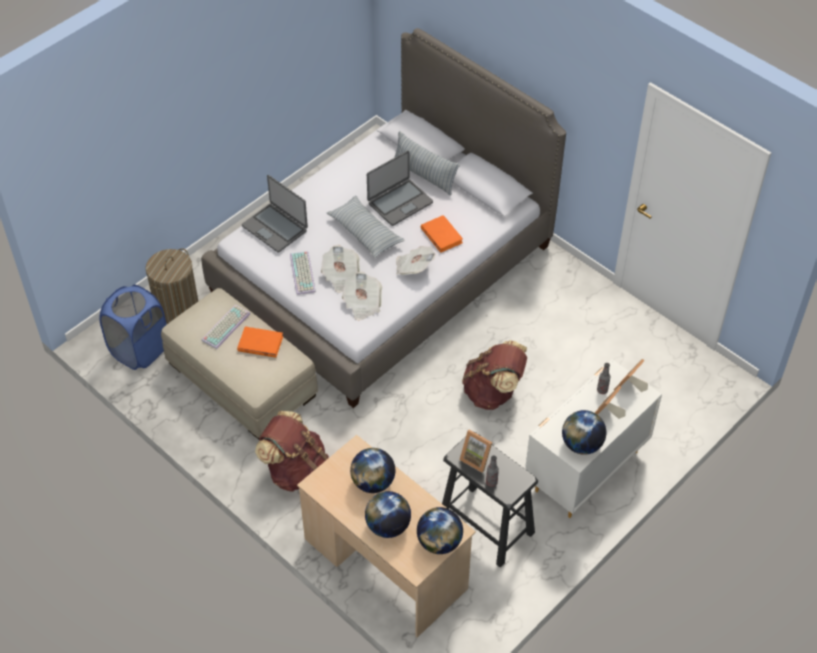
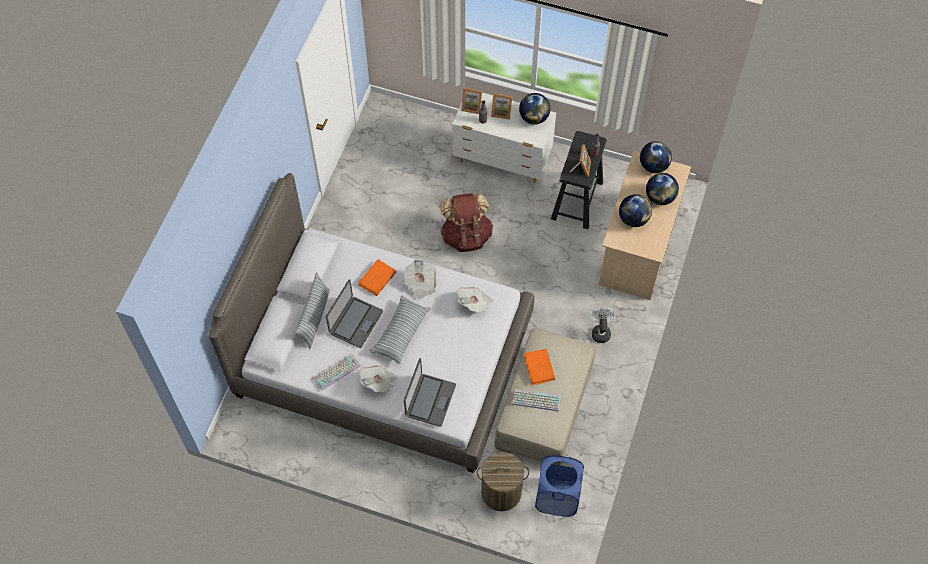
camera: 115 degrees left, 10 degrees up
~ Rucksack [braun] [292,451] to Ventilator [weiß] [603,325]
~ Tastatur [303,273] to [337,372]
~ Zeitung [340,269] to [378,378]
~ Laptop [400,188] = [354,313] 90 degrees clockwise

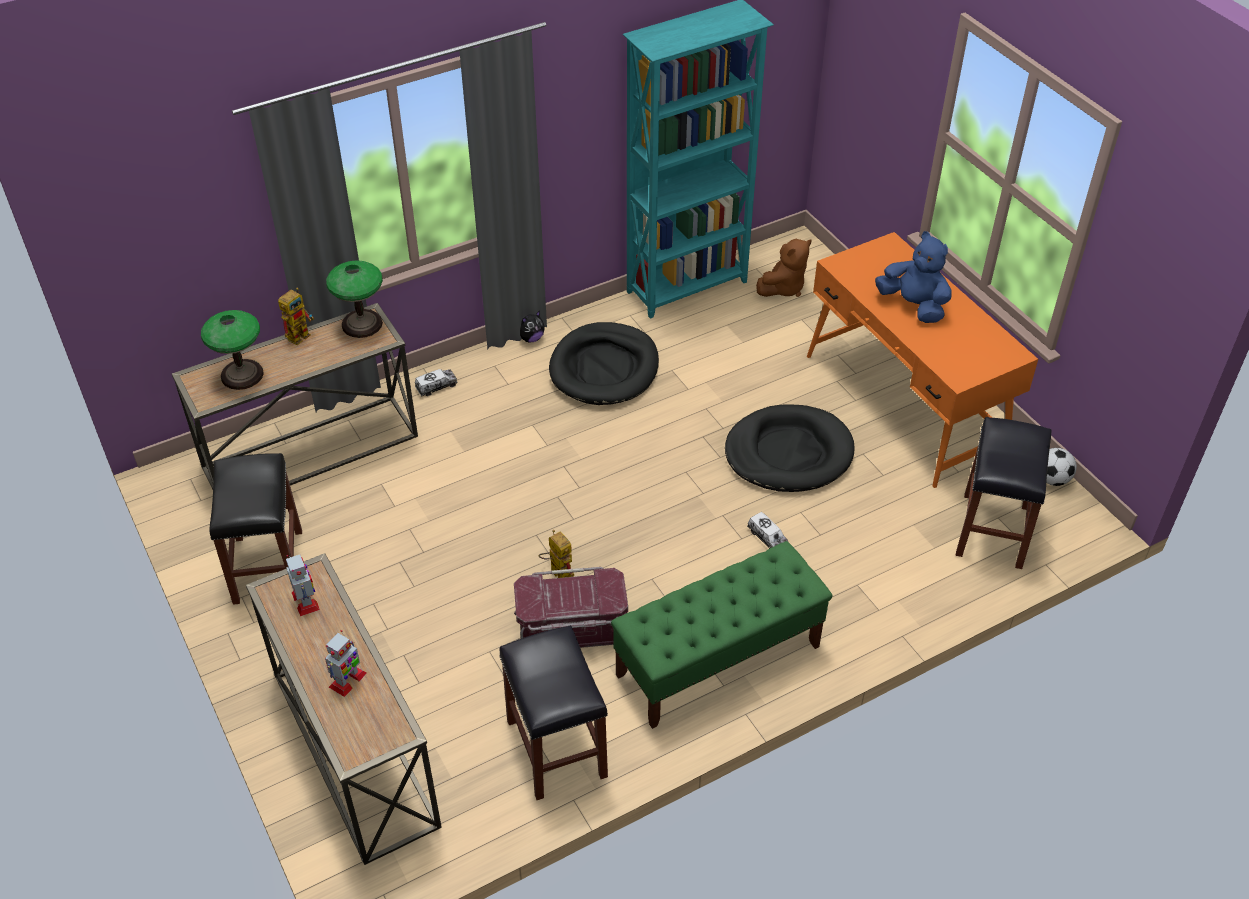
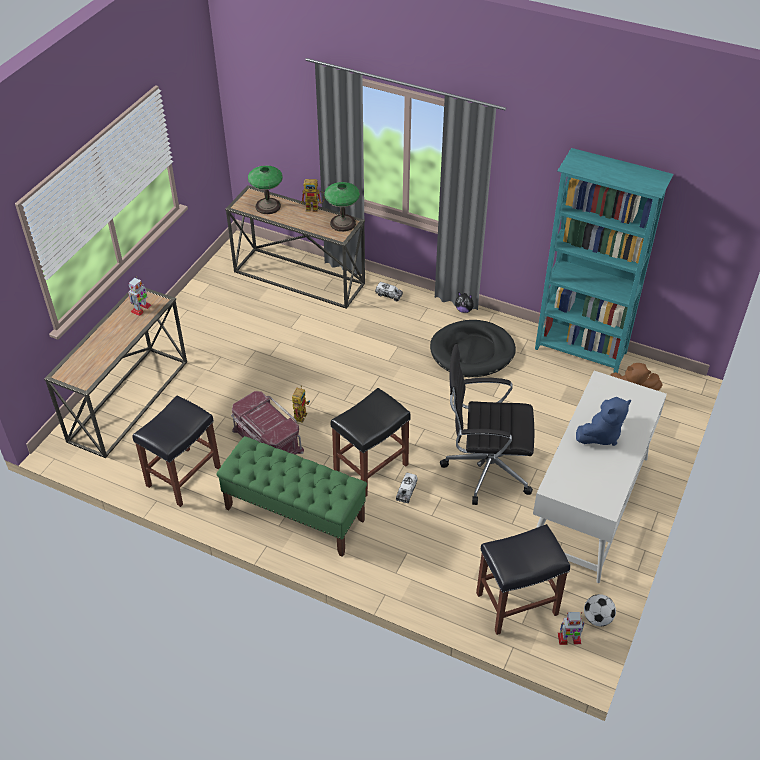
camera: 55 degrees right, 0 degrees up
~ Hocker [schwarz] [255,529] to [371,442]
~ Spielzeugroboter [346,663] to [571,628]
~ Hundebett [schwarz] [790,448] to Bürostuhl [schwarz] [487,424]
~ Schreibtisch [orange] [922,360] to Schreibtisch [weiß] [600,477]
~ Plüschtier [blau] [913,277] = [603,421] 45 degrees clockwise

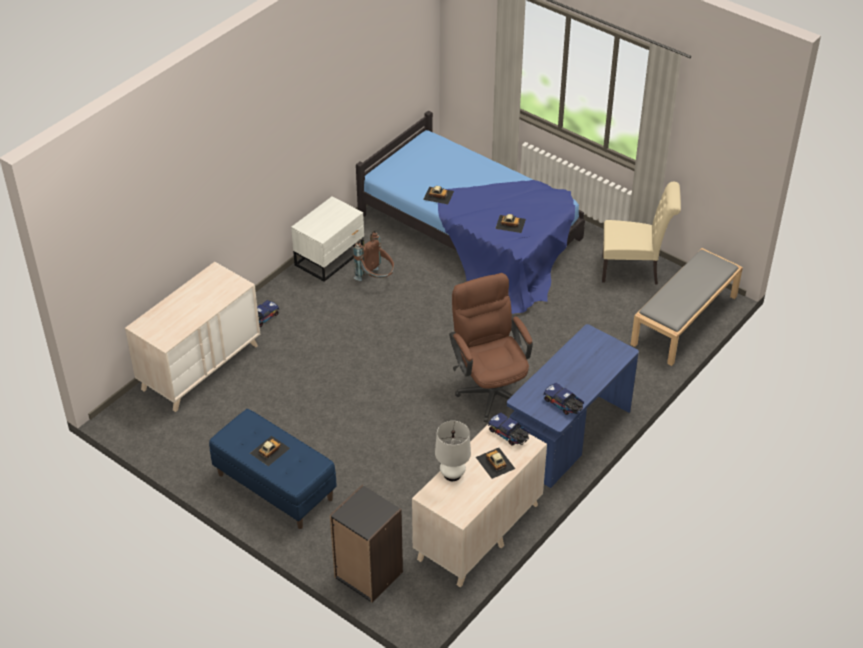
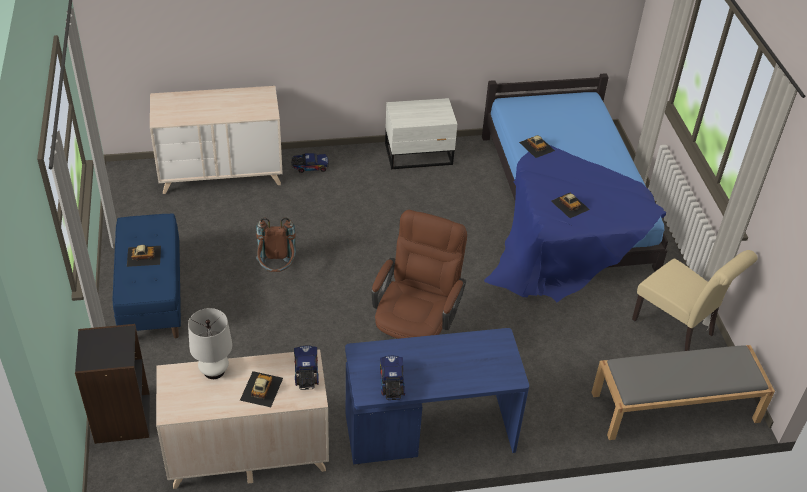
camera: 40 degrees right, 0 degrees up
~ Rucksack [braun] [374,256] to [276,244]

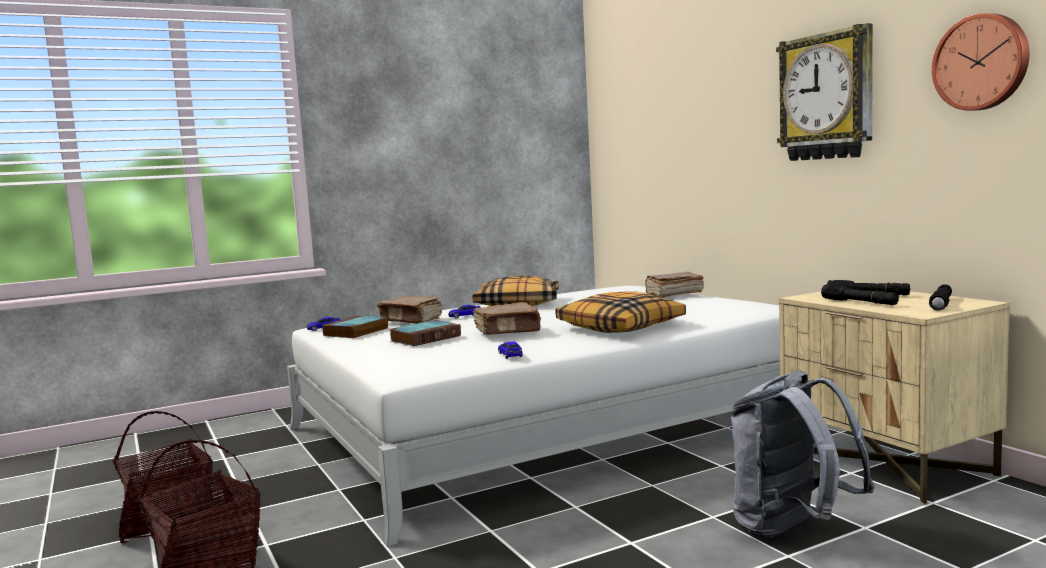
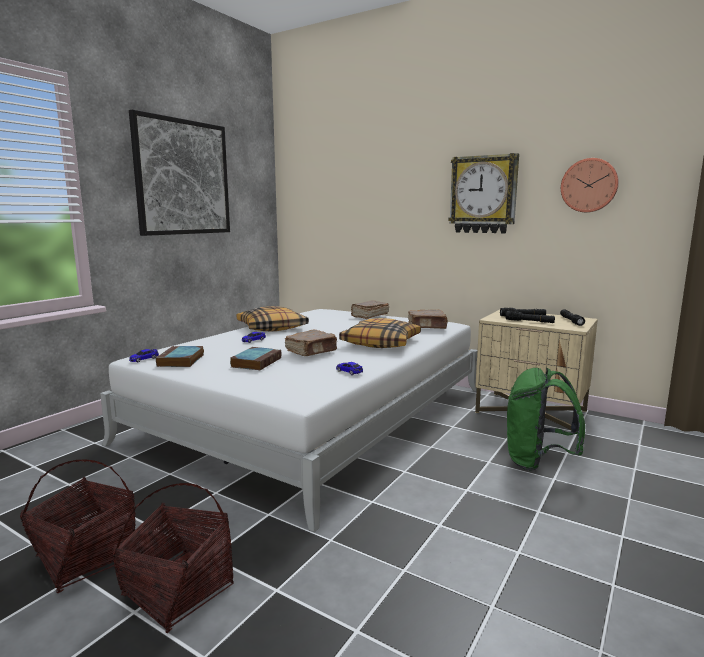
camera: 30 degrees left, 5 degrees up
~ Buch [braun] [409,310] to [428,319]
~ Rucksack [grau] [802,454] to Rucksack [grün] [546,419]
+ Bild [179,172]

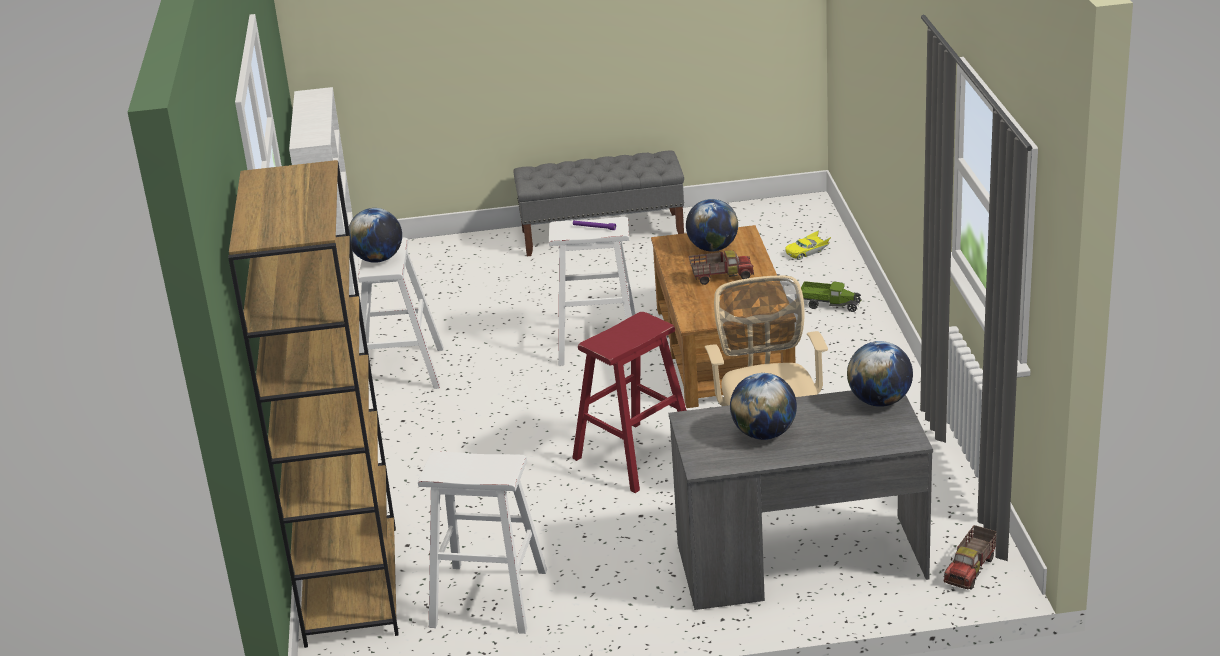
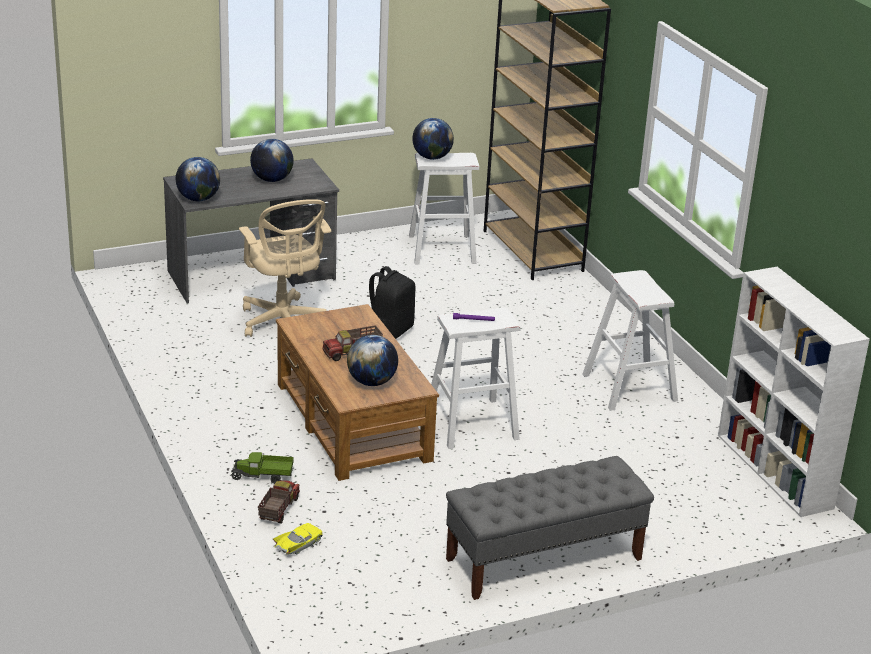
camera: 160 degrees right, 0 degrees up
~ Globus [375,235] to [433,139]
~ Hocker [rot] [629,402] to Rucksack [schwarz] [392,302]
~ Spielzeuglaster [970,557] to [279,501]

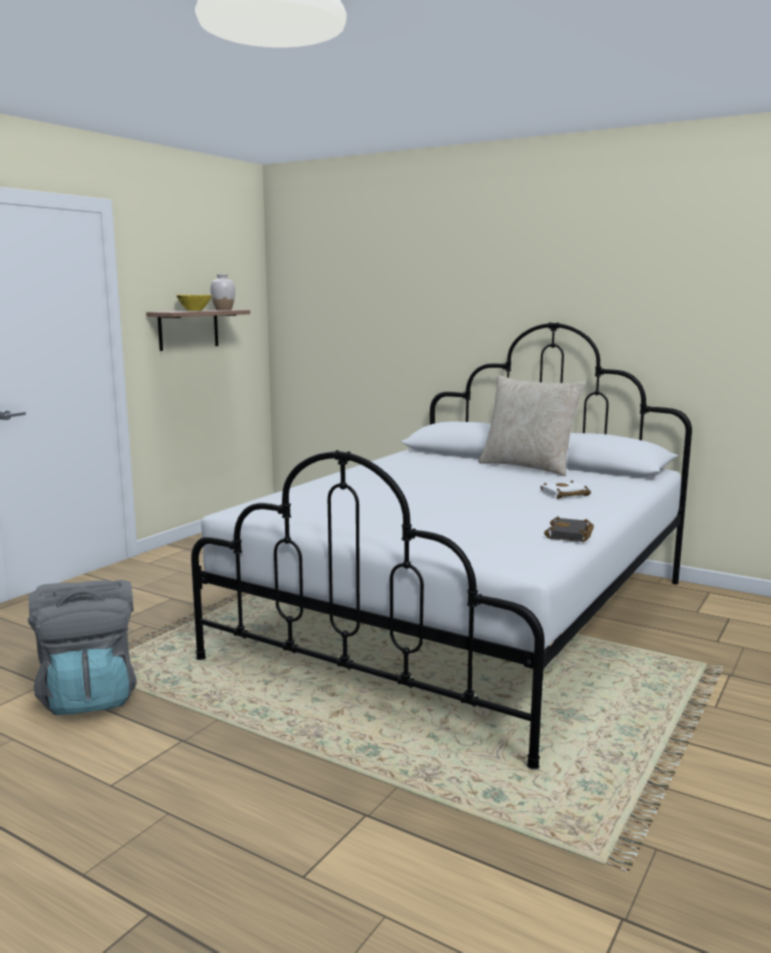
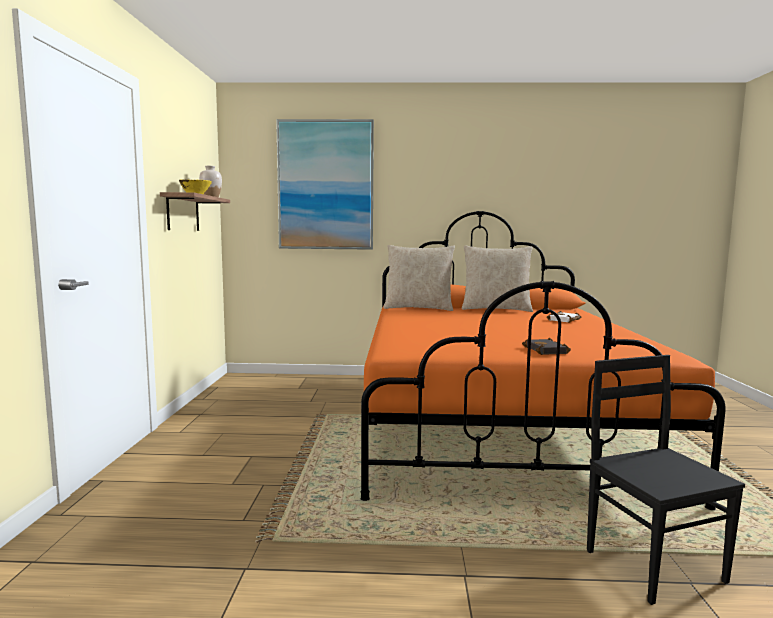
camera: 30 degrees left, 5 degrees down
- Rucksack [grau] [82,647]
~ Bett [weiß] [441,545] to Bett [orange] [543,360]
~ Buch [schwarz] [569,529] to [546,346]
+ Bild [325,184]
+ Kissen [beige] [419,278]
+ Stuhl [schwarz] [666,480]

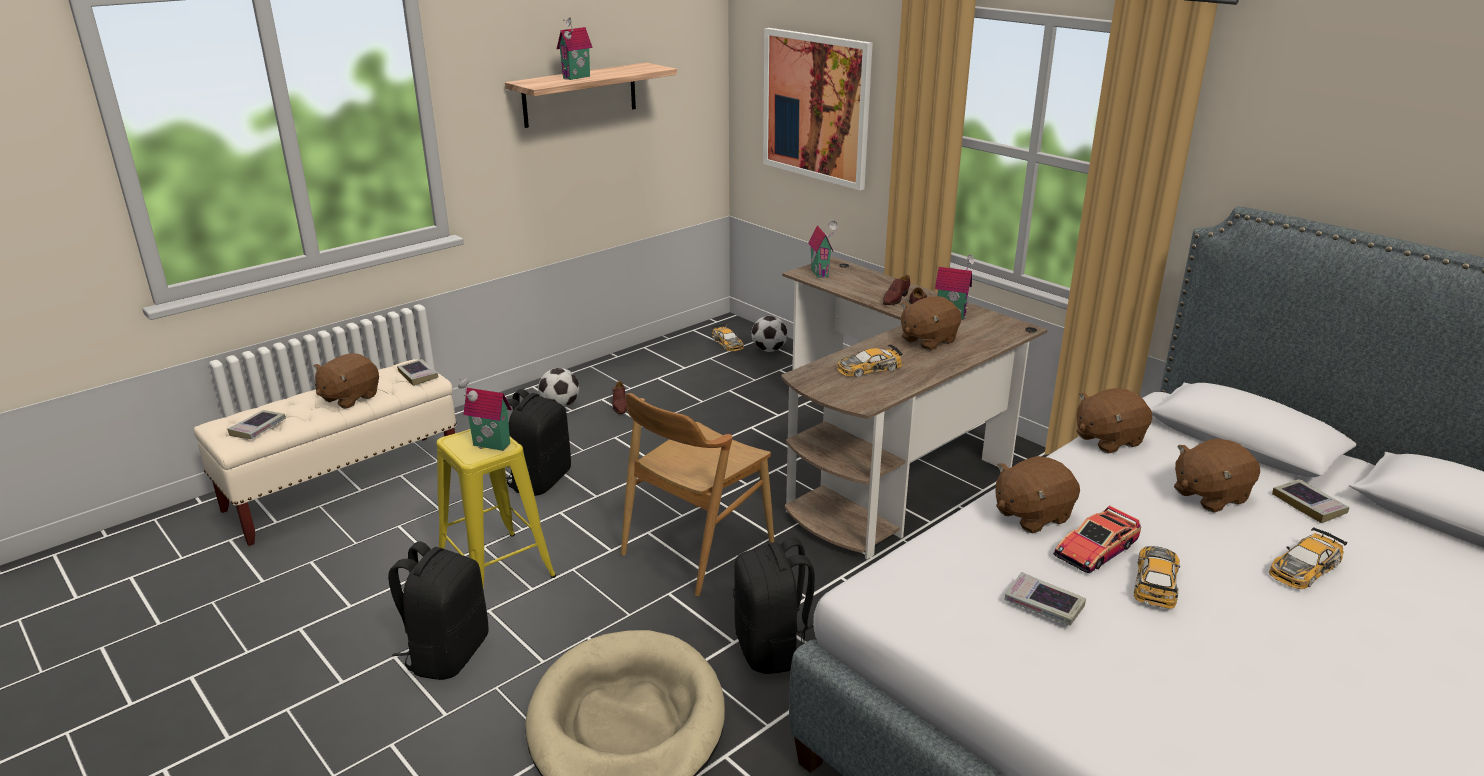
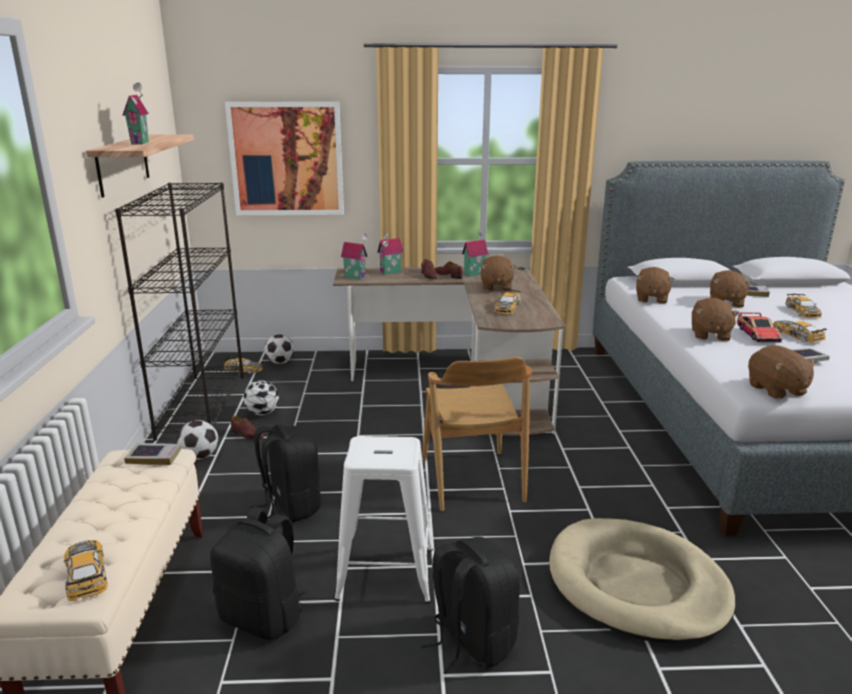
camera: 50 degrees left, 5 degrees down
~ Buch [256,424] to Spielzeugauto [86,570]
~ Plüschtier [braun] [346,381] to [782,372]
~ Hocker [gelb] [496,508] to Hocker [weiß] [383,520]
~ Spielzeughaus [485,414] to [390,253]
~ Rucksack [schwarz] [774,605] to [258,573]
+ Bücherregal [schwarz] [179,311]
+ Fußball [261,398]

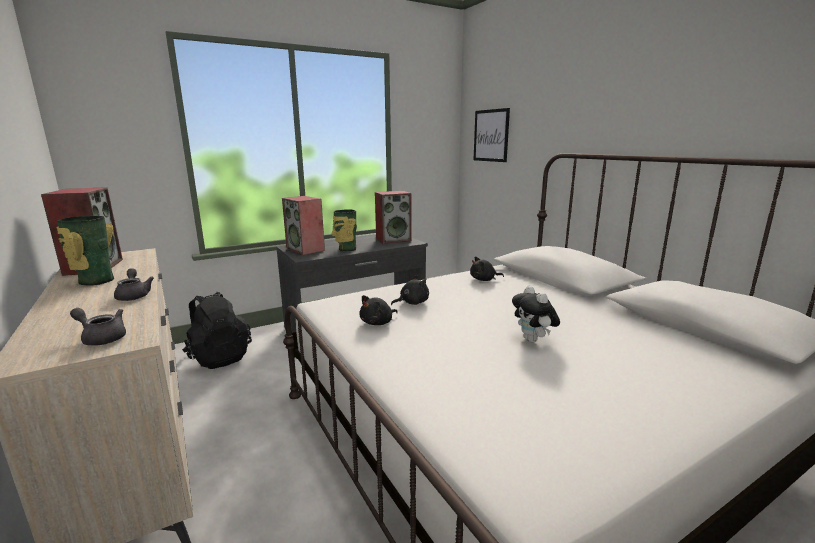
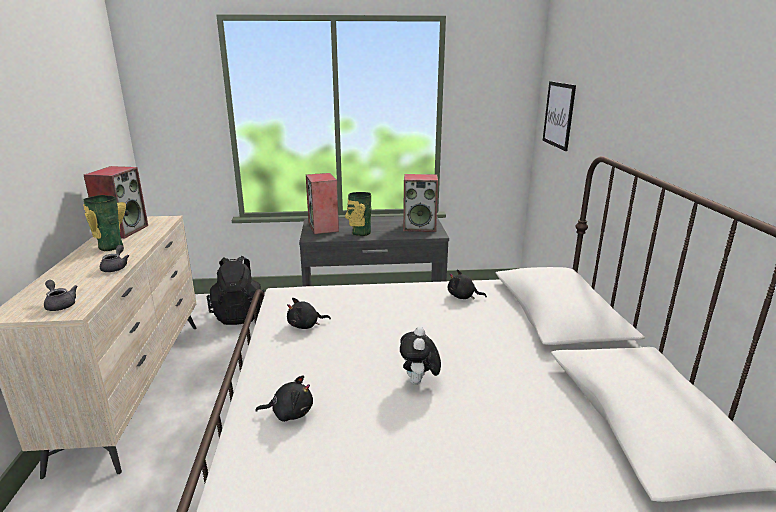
camera: 25 degrees right, 5 degrees up
~ Plüschtier [schwarz] [410,290] to [284,398]

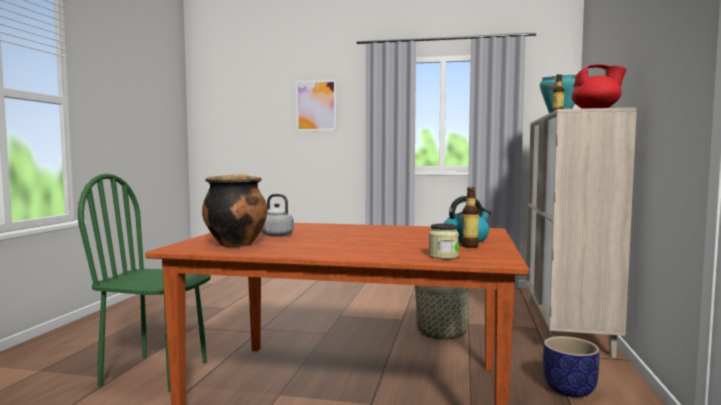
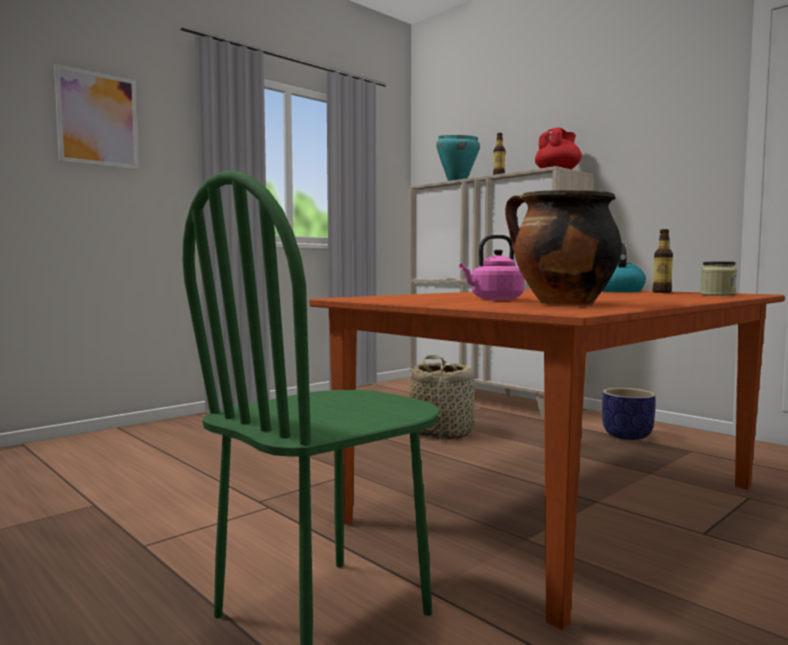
camera: 55 degrees left, 0 degrees up
~ Wasserkessel [grau] [277,215] to Wasserkessel [rosa] [491,267]

